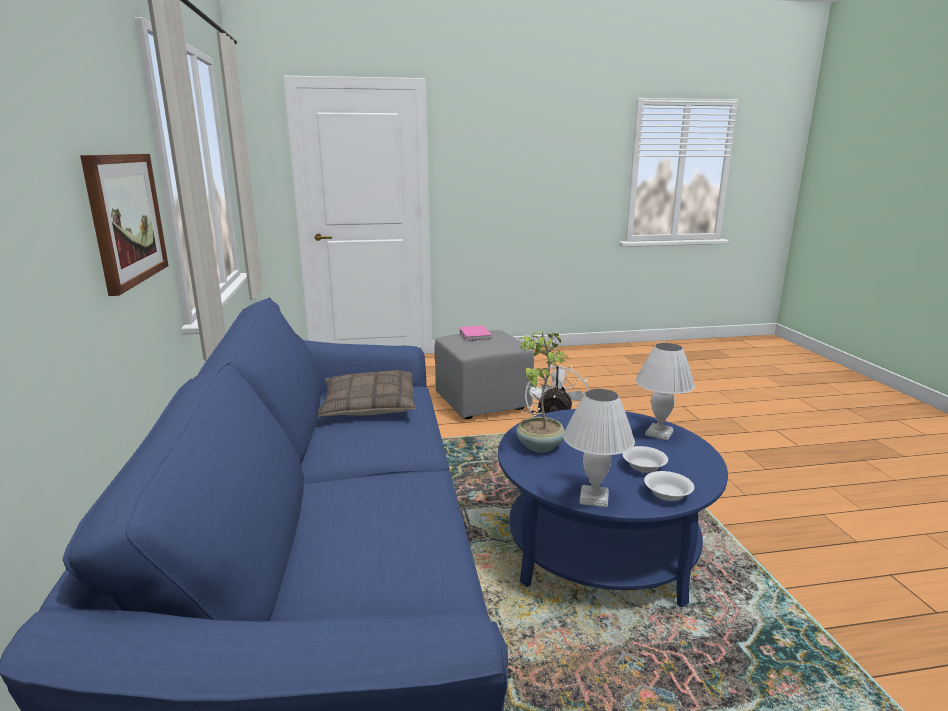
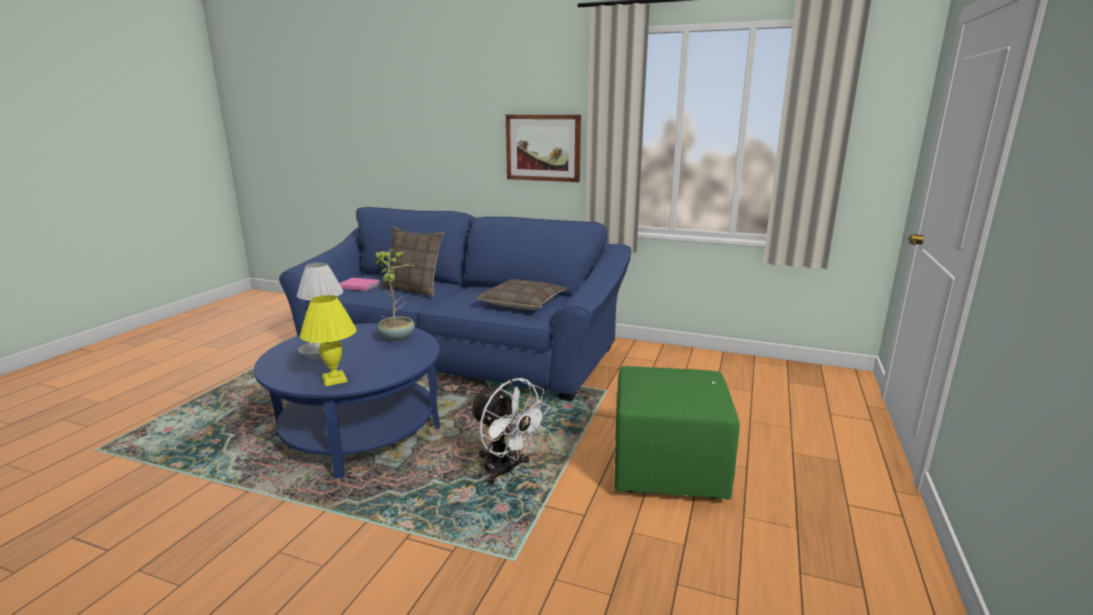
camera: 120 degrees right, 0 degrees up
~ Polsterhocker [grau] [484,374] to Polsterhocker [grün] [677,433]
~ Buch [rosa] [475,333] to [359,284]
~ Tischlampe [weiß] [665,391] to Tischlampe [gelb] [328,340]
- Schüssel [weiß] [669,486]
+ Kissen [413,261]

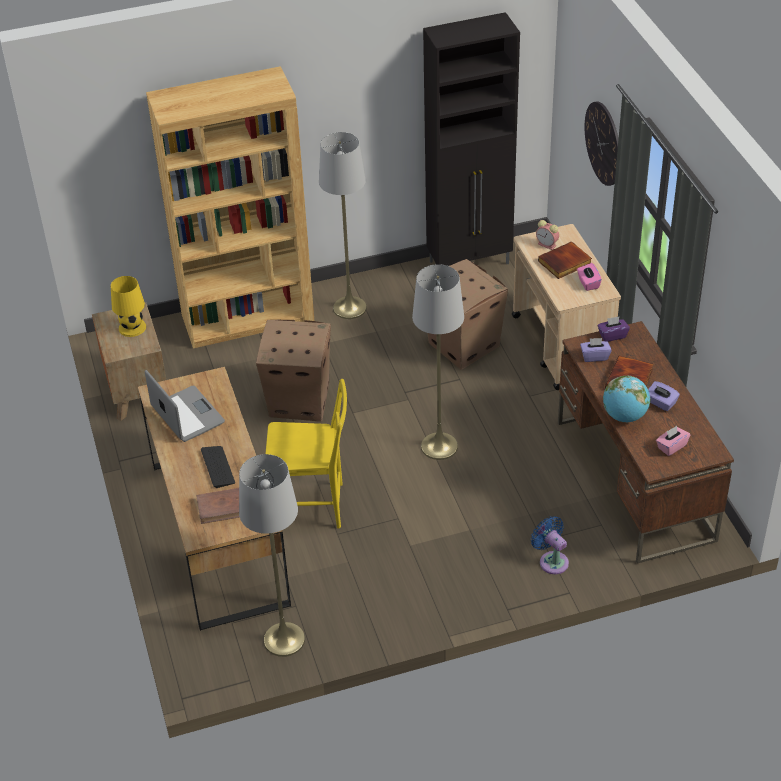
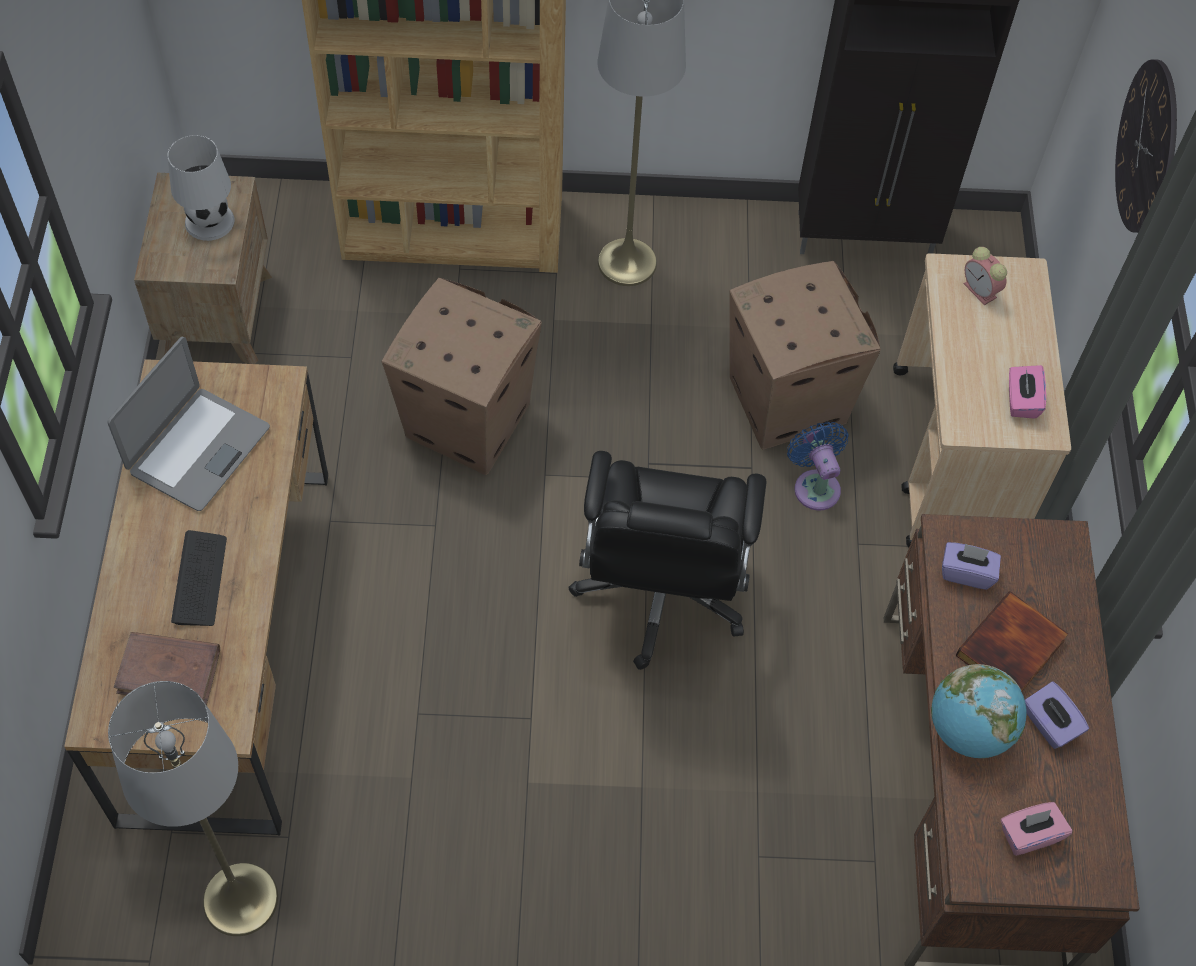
camera: 15 degrees right, 15 degrees up
~ Tischlampe [gelb] [128,306] to Tischlampe [weiß] [200,188]
~ Laptop [185,406] = [189,424] 45 degrees clockwise
- Stuhl [gelb] [306,454]
~ Stehlampe [grau] [438,362] to Bürostuhl [schwarz] [667,560]
~ Ventilator [blau] [550,545] to [818,466]
- Buch [565,260]
- Taschentuchbox [lila] [614,329]

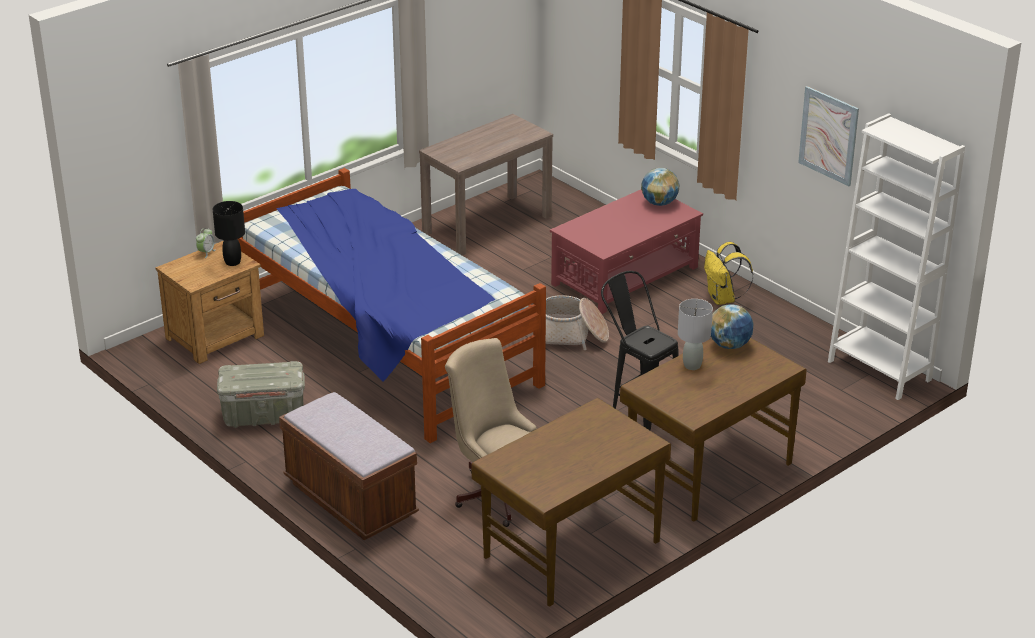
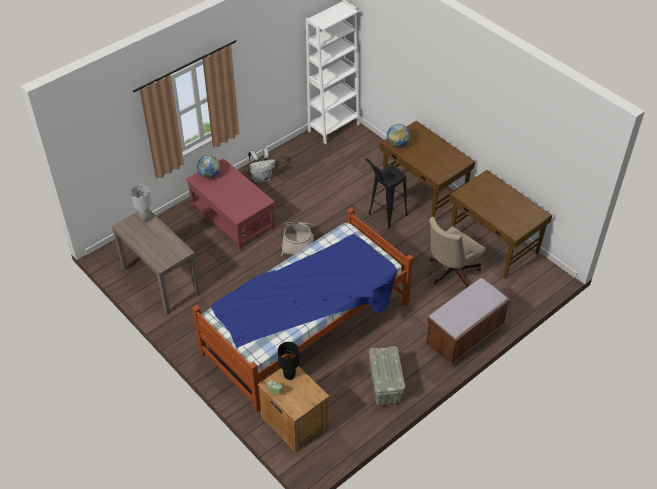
camera: 90 degrees left, 15 degrees up
~ Tischlampe [grau] [695,334] to [141,203]
~ Rucksack [gelb] [728,273] to Rucksack [weiß] [261,165]
- Bild [828,136]

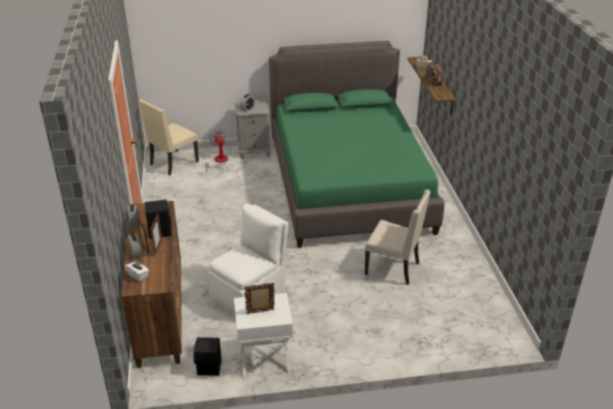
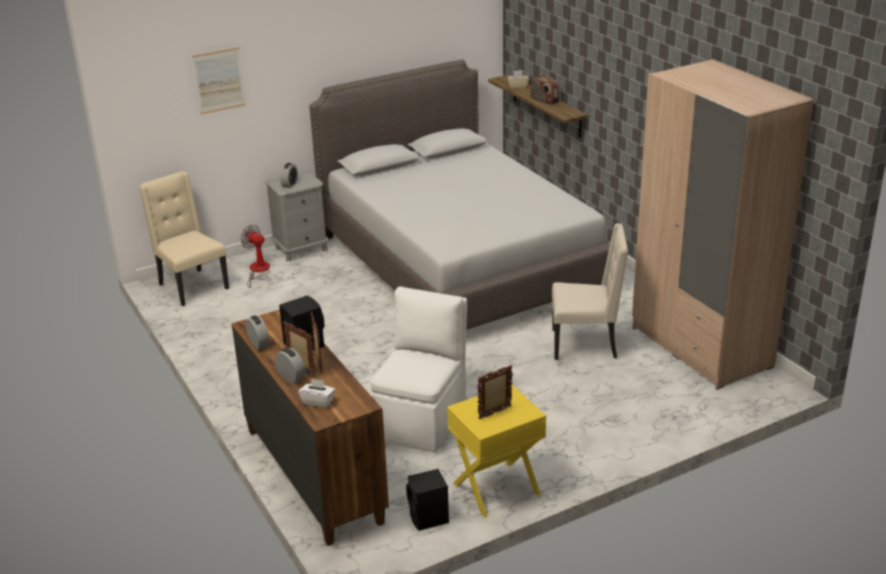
camera: 20 degrees left, 5 degrees down
~ Stuhl [beige] [169,137] = [184,239] 120 degrees clockwise
~ Nachttisch [weiß] [263,336] to Nachttisch [gelb] [496,451]
~ Bett [grün] [357,144] to Bett [grau] [460,194]
+ Bild [219,80]
+ Kleiderschrank [beige] [723,224]

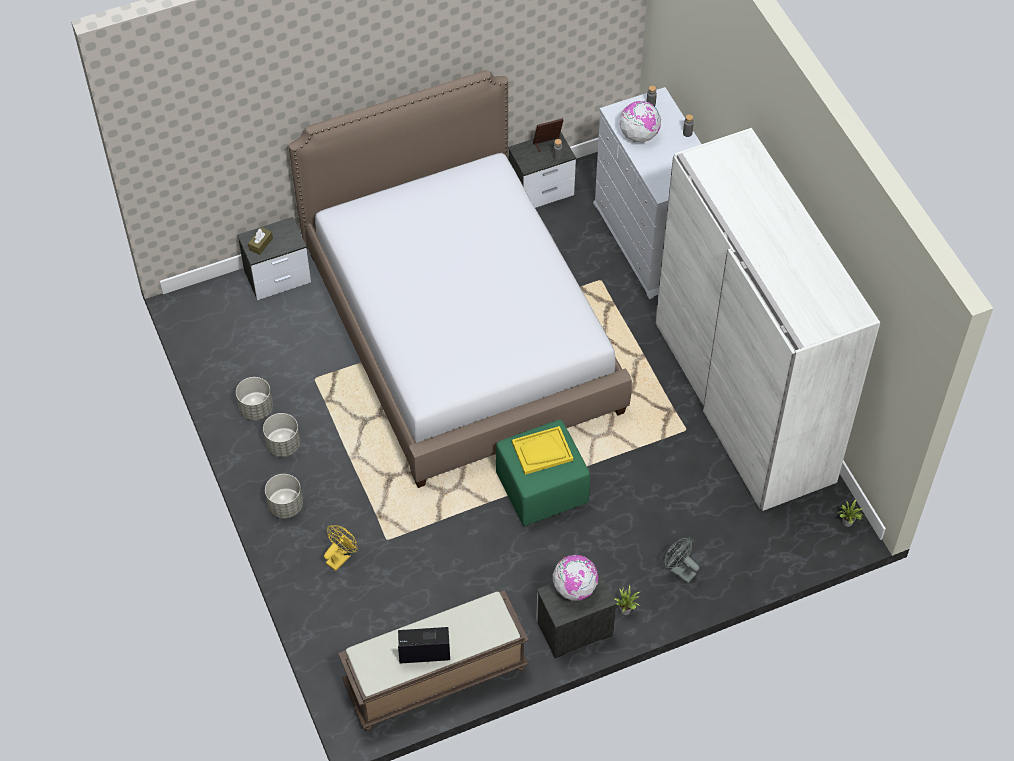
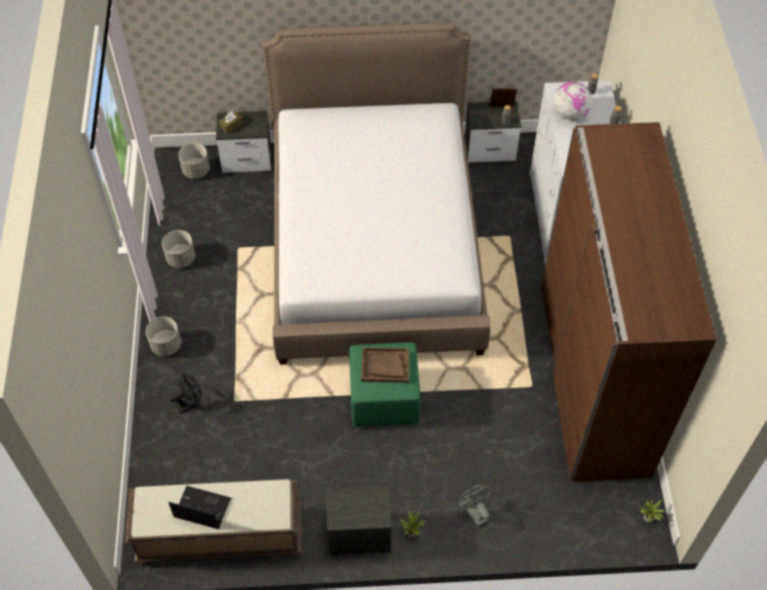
camera: 20 degrees right, 0 degrees up
~ Pflanzkübel [grau] [281,435] to [194,161]
~ Ventilator [gelb] [341,548] to Ventilator [schwarz] [185,393]
~ Tablett [gelb] [542,450] to Tablett [braun] [385,365]
- Globus [575,578]
~ Kleiderschrank [weiß] [767,319] to Kleiderschrank [braun] [629,302]

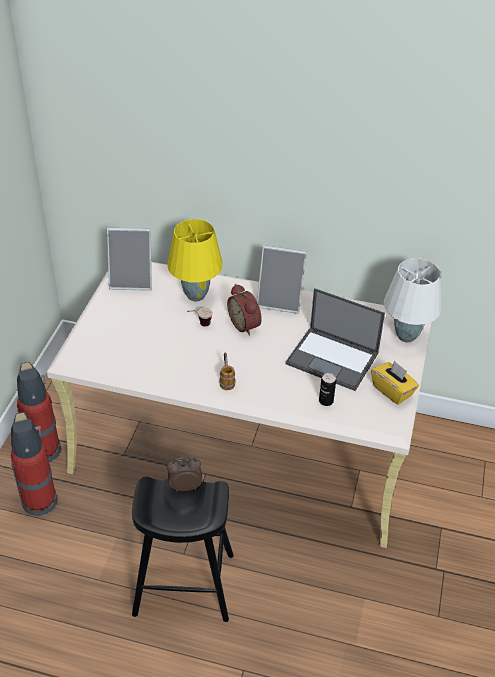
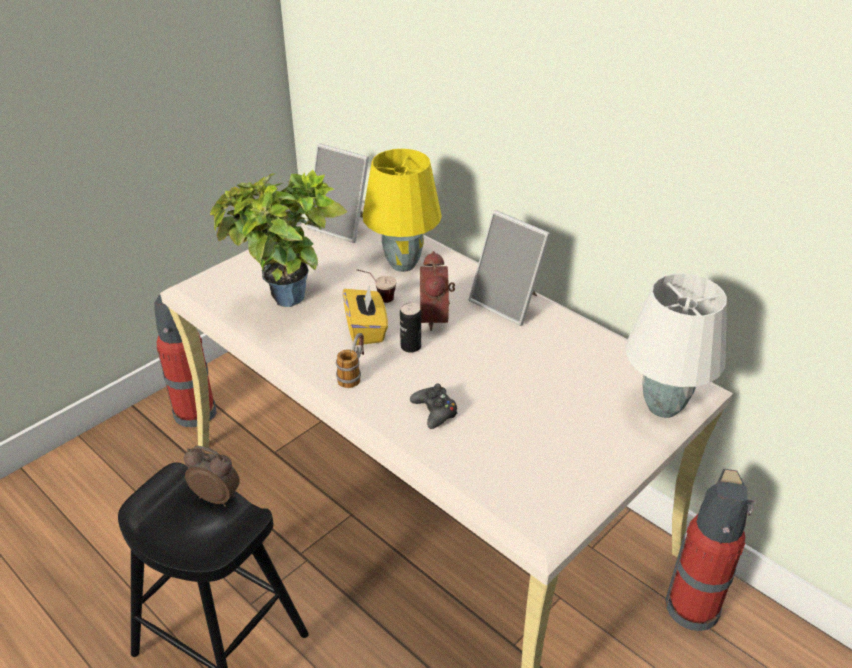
camera: 30 degrees right, 5 degrees down
~ Feuerlöscher [34,464] to [711,550]
- Laptop [335,339]
~ Dose [327,389] to [410,327]
~ Taschentuchbox [gelb] [395,382] to [365,315]
+ Topfpflanze [278,238]
+ Gamepad [schwarz] [434,406]

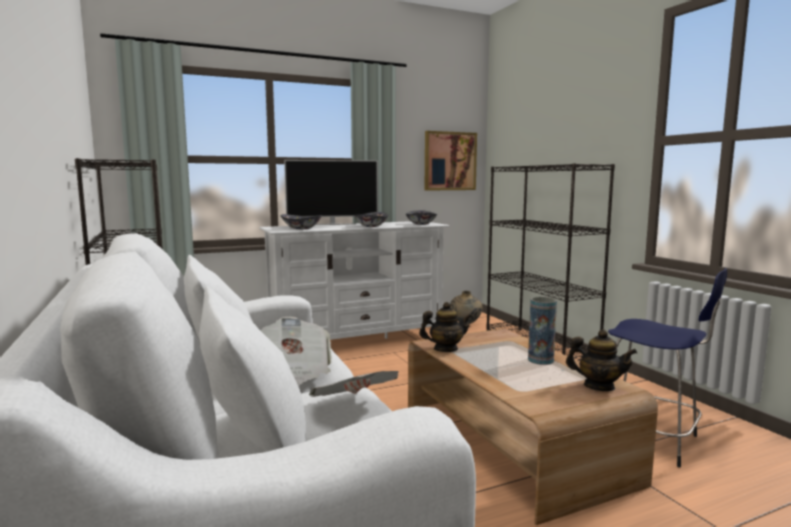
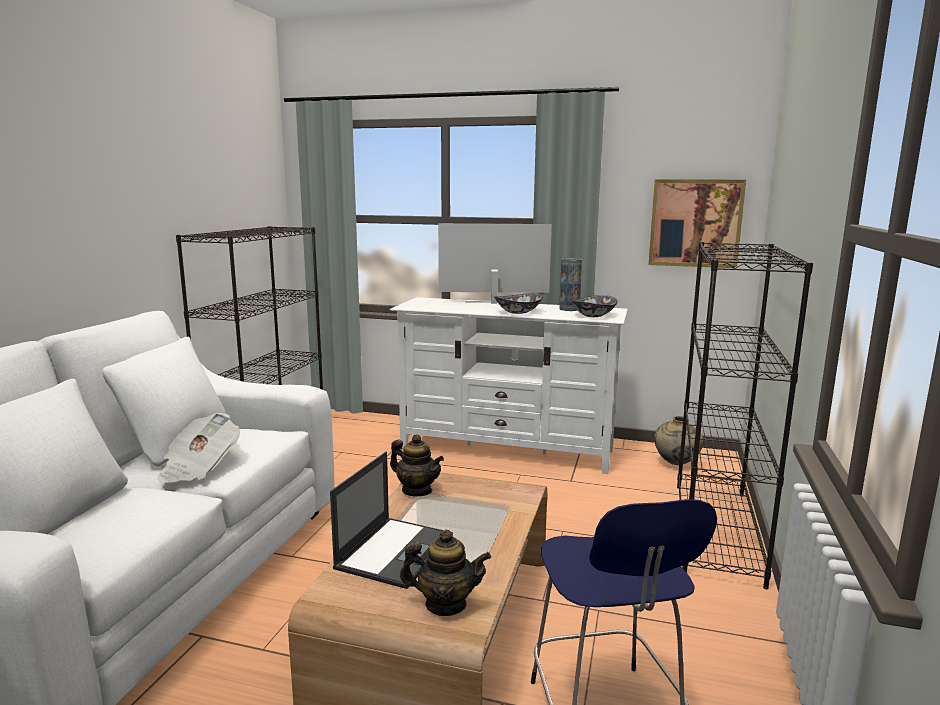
camera: 40 degrees right, 5 degrees up
- Schüssel [301,221]
~ Fernseher [331,192] = [495,263] 150 degrees clockwise
- Zeitung [354,384]
~ Vase [542,331] to [570,284]
~ Teekanne [601,360] = [445,573] 60 degrees counterclockwise
+ Laptop [391,520]

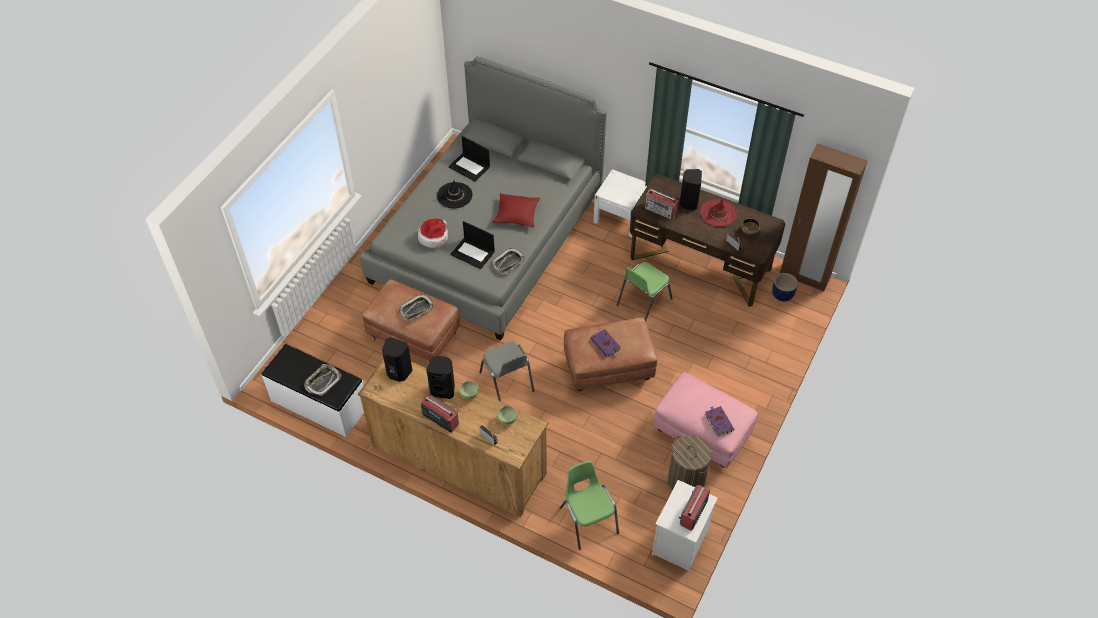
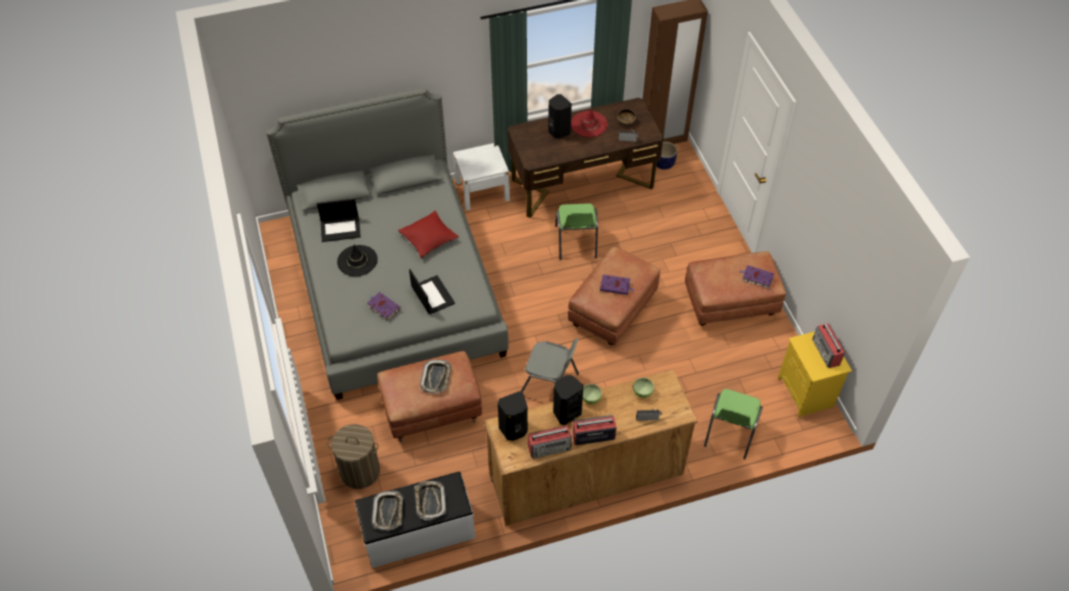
camera: 45 degrees left, 0 degrees up
~ Hut [433,233] to Buch [lila] [384,306]
~ Laptop [472,245] = [432,291] 105 degrees counterclockwise
~ Tablett [508,261] to [387,511]
~ Stuhl [grün] [589,505] = [733,424] 90 degrees counterclockwise
~ Radio [662,204] to [550,442]
~ Nachttisch [weiß] [685,525] to Nachttisch [gelb] [815,374]
~ Polsterhocker [rosa] [705,420] to Polsterhocker [braun] [735,288]
~ Wäschekorb [690,463] to [353,456]

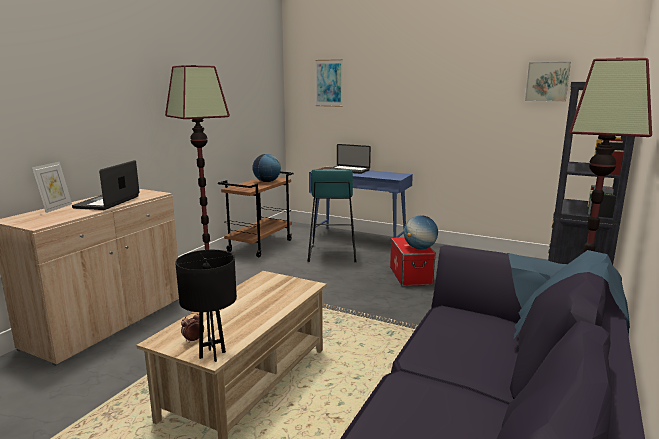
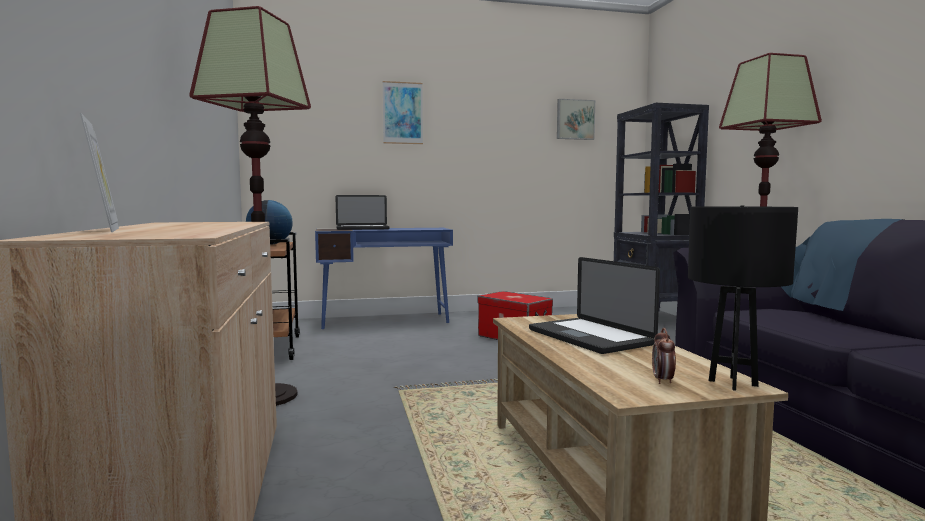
camera: 40 degrees left, 10 degrees down
~ Laptop [105,185] to [594,305]
- Hocker [türkis] [331,215]
~ Bild [329,83] to [403,112]
- Globus [421,232]

